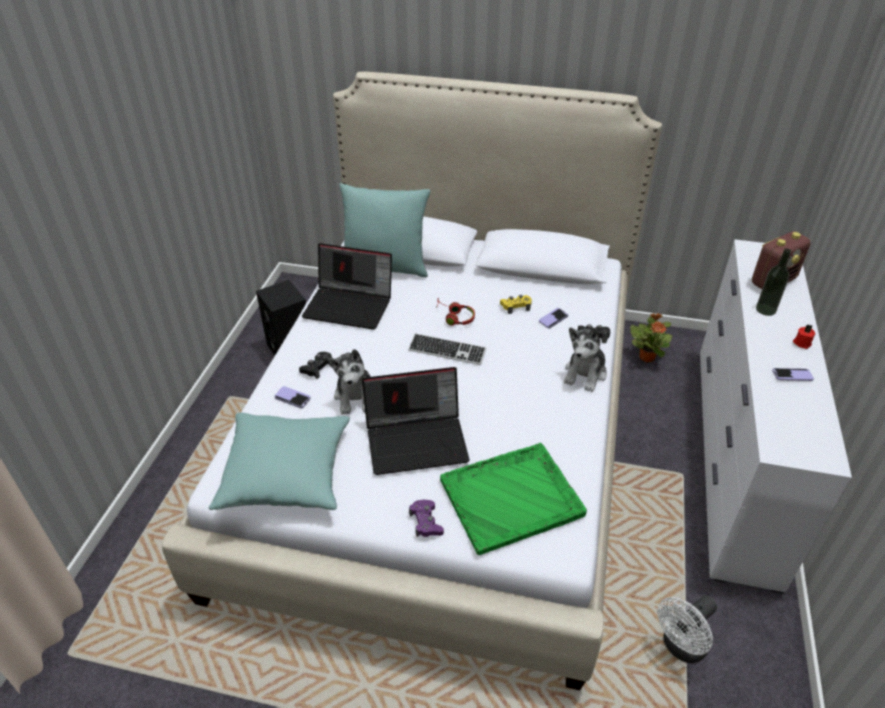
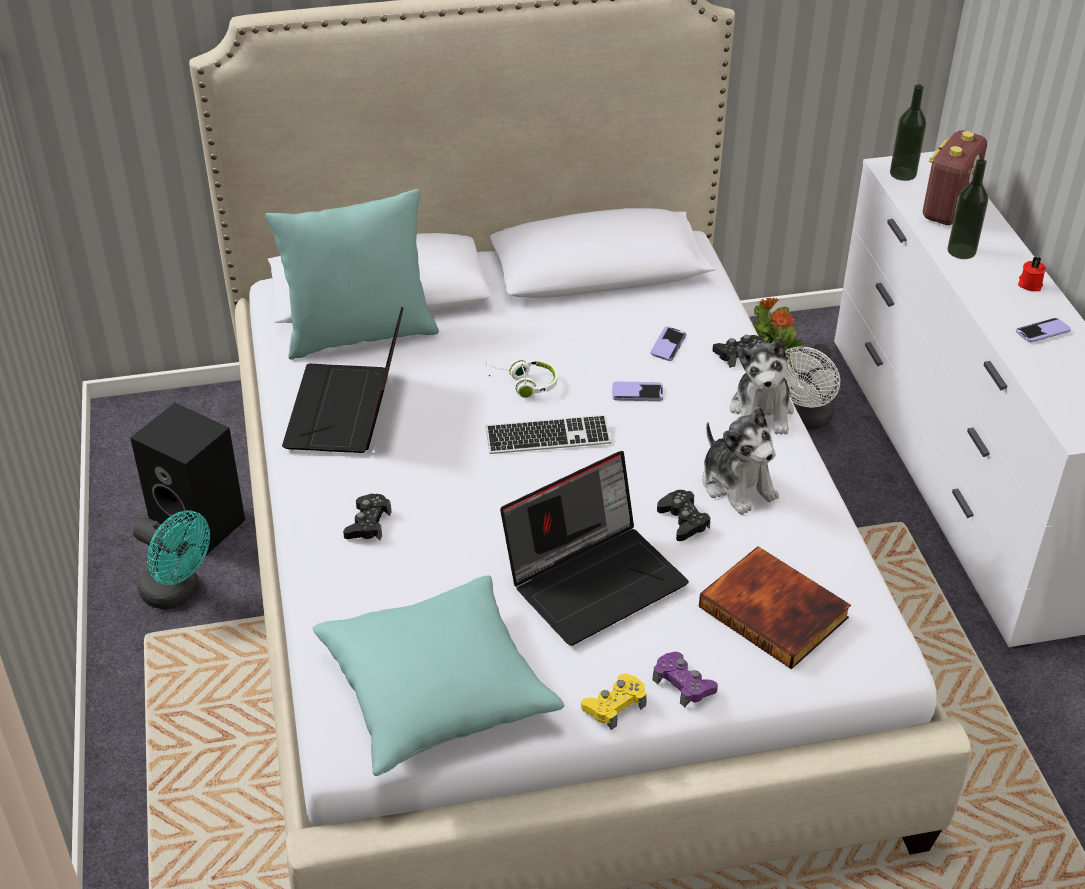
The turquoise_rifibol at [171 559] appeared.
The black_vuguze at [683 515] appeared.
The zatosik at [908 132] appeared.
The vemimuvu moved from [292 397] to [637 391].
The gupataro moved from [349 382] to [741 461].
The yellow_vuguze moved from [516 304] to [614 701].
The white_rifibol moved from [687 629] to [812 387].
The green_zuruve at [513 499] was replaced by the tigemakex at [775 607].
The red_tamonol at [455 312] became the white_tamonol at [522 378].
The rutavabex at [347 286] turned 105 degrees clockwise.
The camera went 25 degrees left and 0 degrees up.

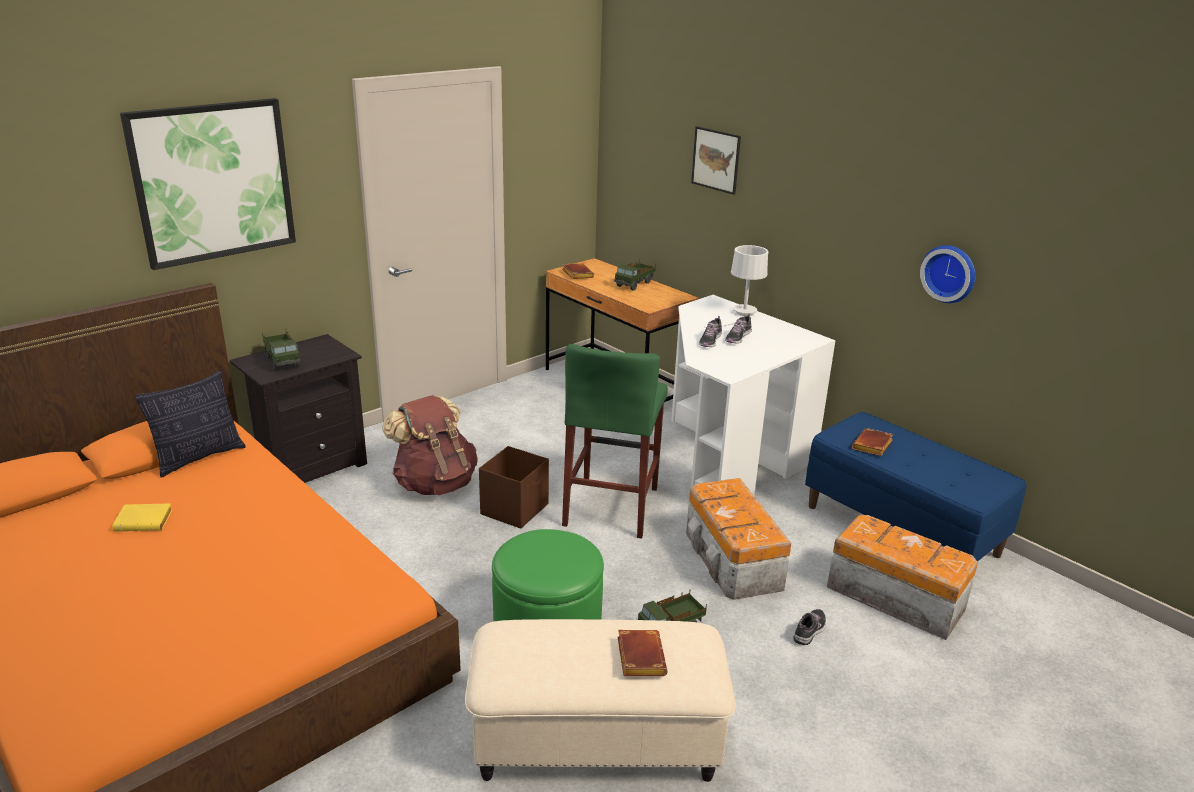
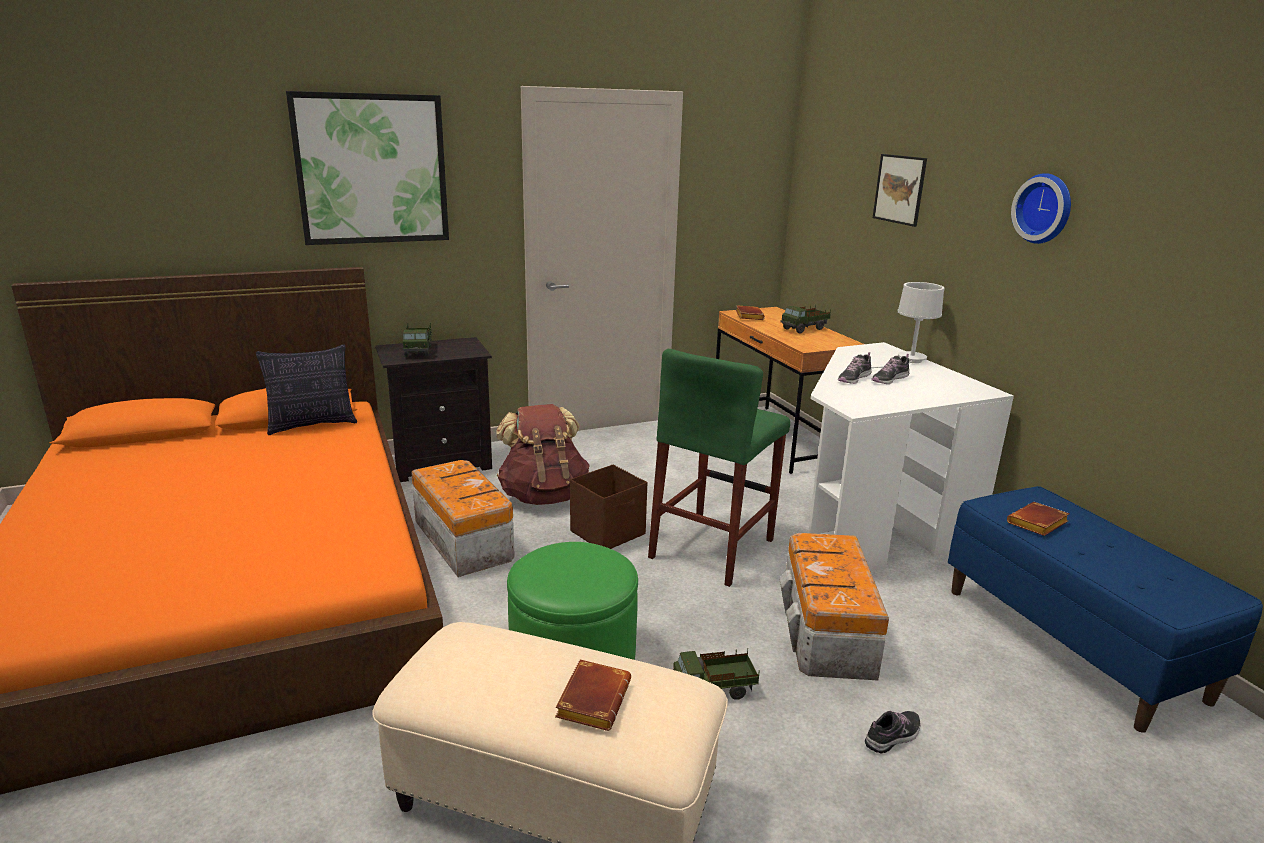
The yellow_tigemakex at [142 517] disappeared.
The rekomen moved from [902 577] to [463 518].
The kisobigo moved from [947 274] to [1041 208].
The camera went 20 degrees right and 5 degrees down.

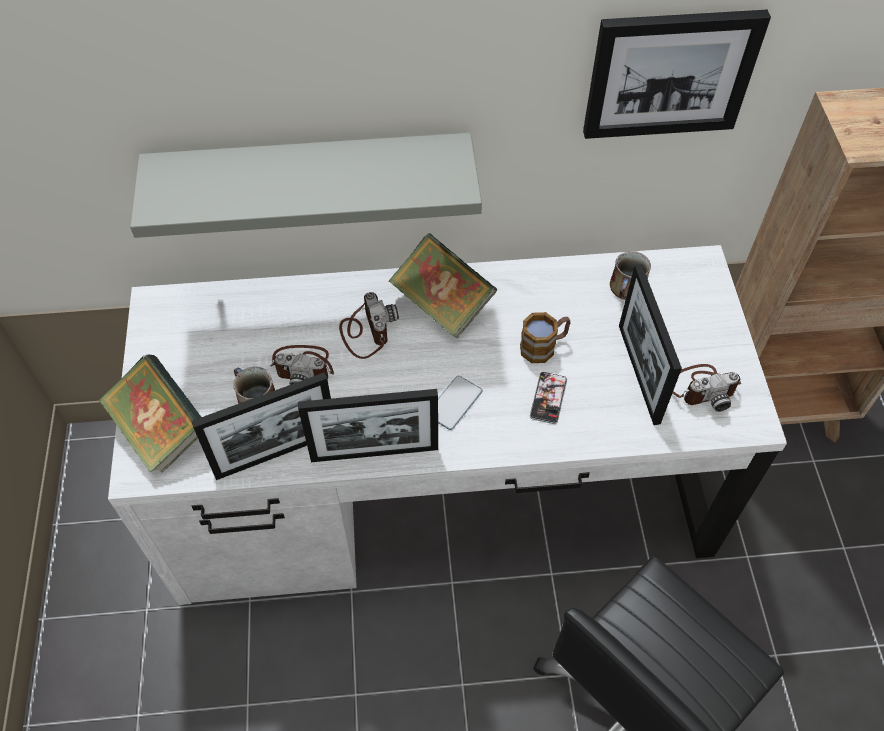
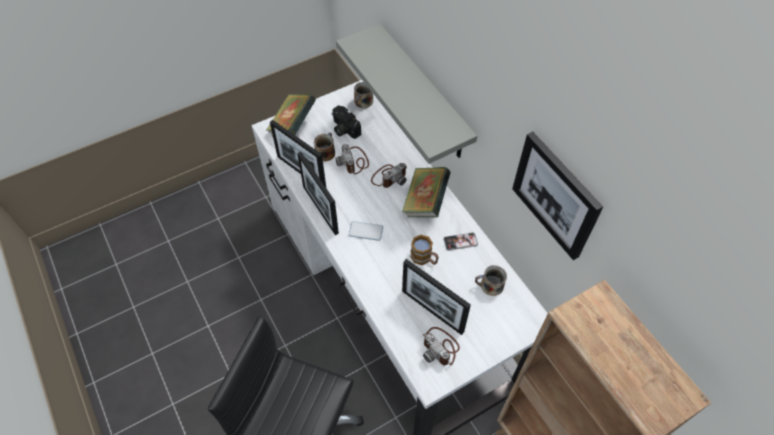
The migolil at [346 122] appeared.
The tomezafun at [363 95] appeared.
The vemimuvu moved from [548 398] to [460 242].
The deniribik at [650 344] turned 105 degrees counterclockwise.
The camera went 65 degrees right and 0 degrees up.

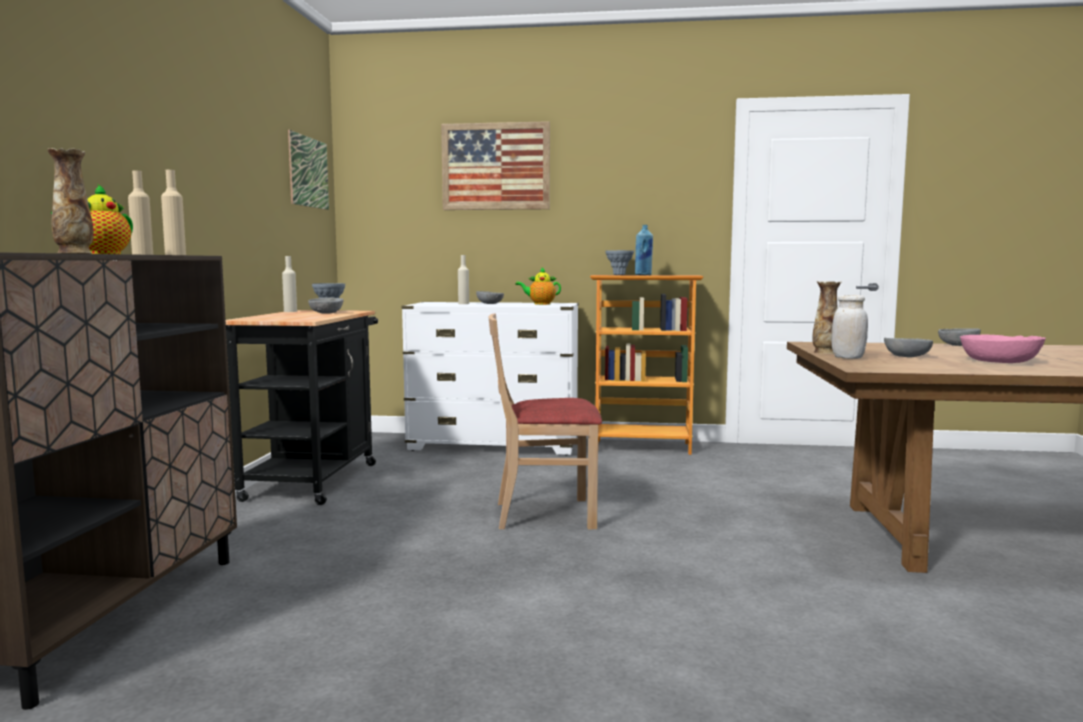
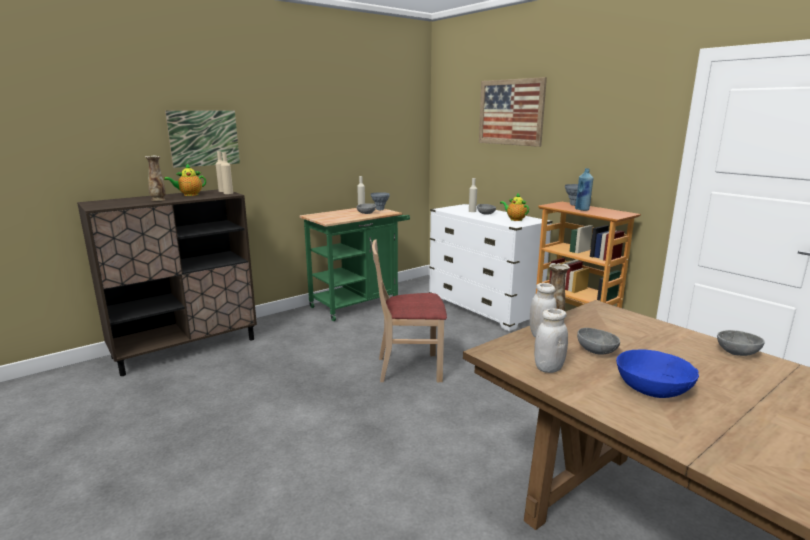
The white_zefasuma at [551 340] appeared.
The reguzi moved from [308 170] to [202 139].
The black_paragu at [302 407] became the green_paragu at [354 264].
The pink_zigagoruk at [1003 349] became the blue_zigagoruk at [657 374].
The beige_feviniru at [545 421] turned 45 degrees counterclockwise.
The camera went 45 degrees right and 10 degrees up.

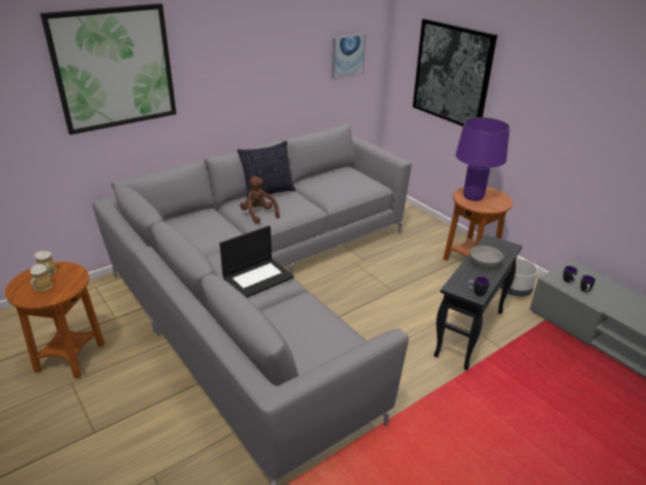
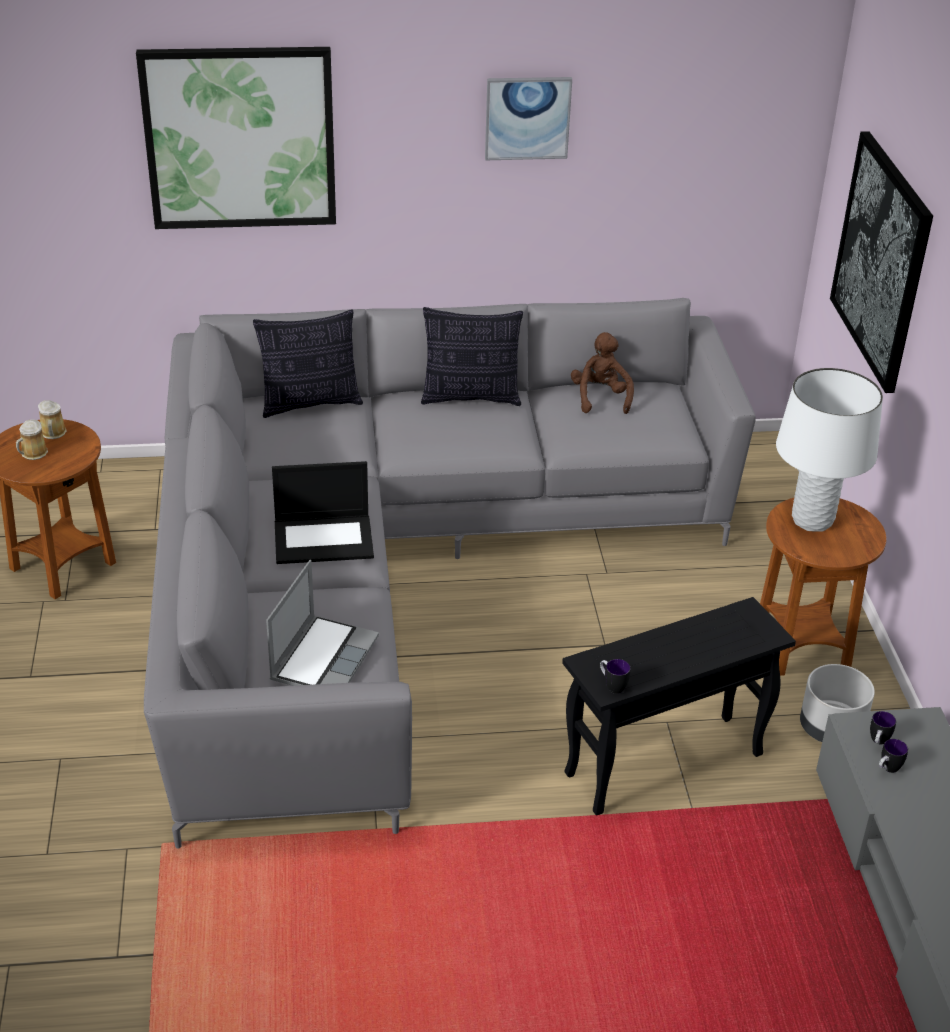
The grey_zigagoruk at [486 256] disappeared.
The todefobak at [308 364] appeared.
The rutavabex at [322 623] appeared.
The brown_gupataro moved from [260 200] to [602 373].
The reguzi moved from [349 56] to [528 118].
The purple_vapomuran at [483 159] became the white_vapomuran at [829 450].
The camera went 30 degrees right and 5 degrees up.

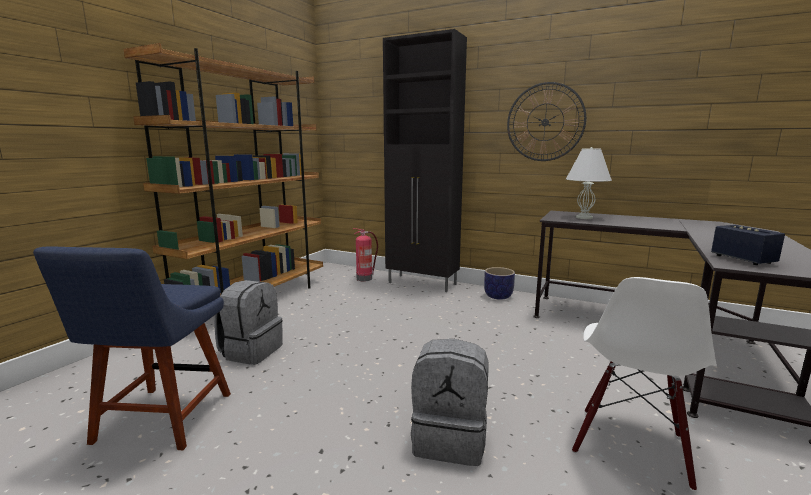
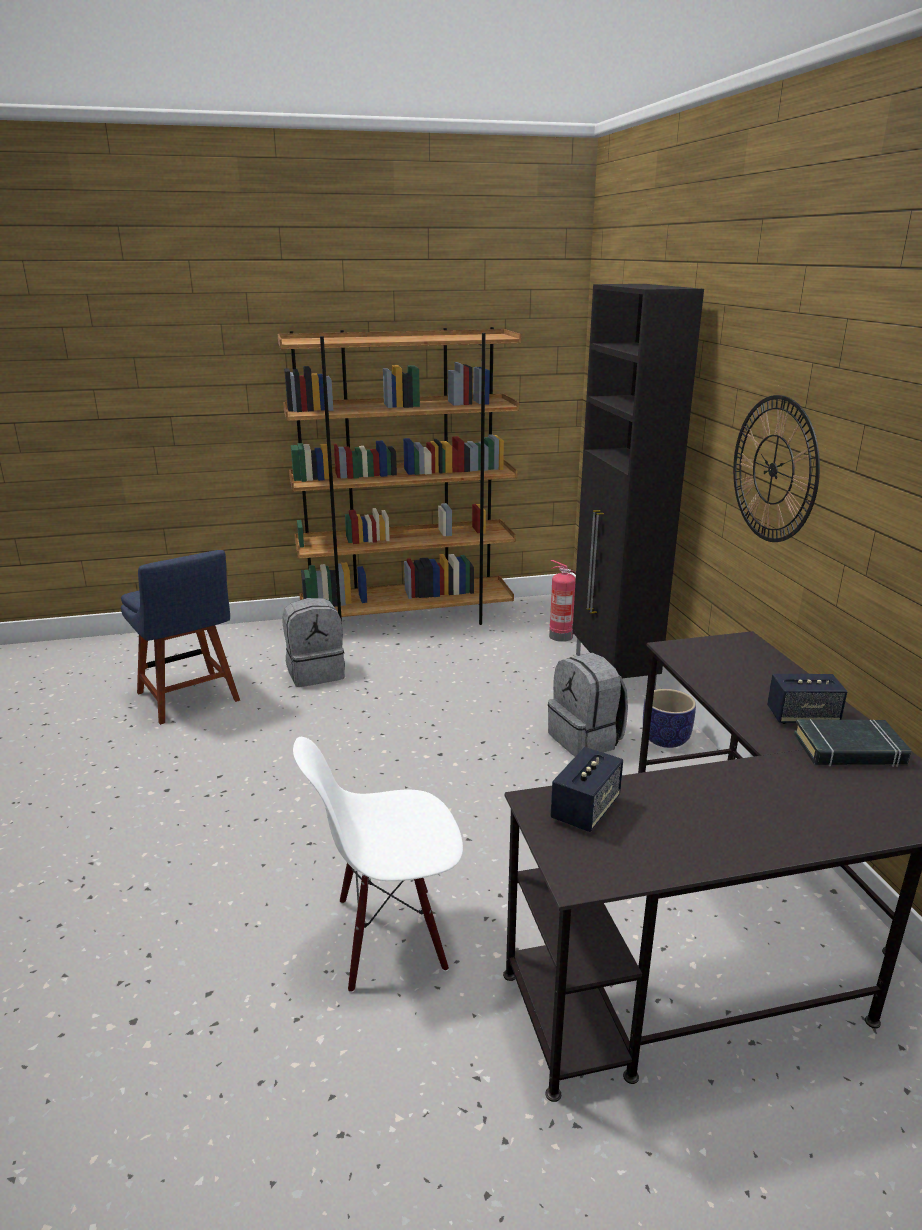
The white_vapomuran at [589 183] disappeared.
The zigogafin at [807 699] appeared.
The black_tigemakex at [852 743] appeared.
The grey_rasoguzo moved from [449 402] to [588 704].
The blue_feviniru at [132 348] turned 90 degrees counterclockwise.
The camera went 50 degrees right and 10 degrees up.

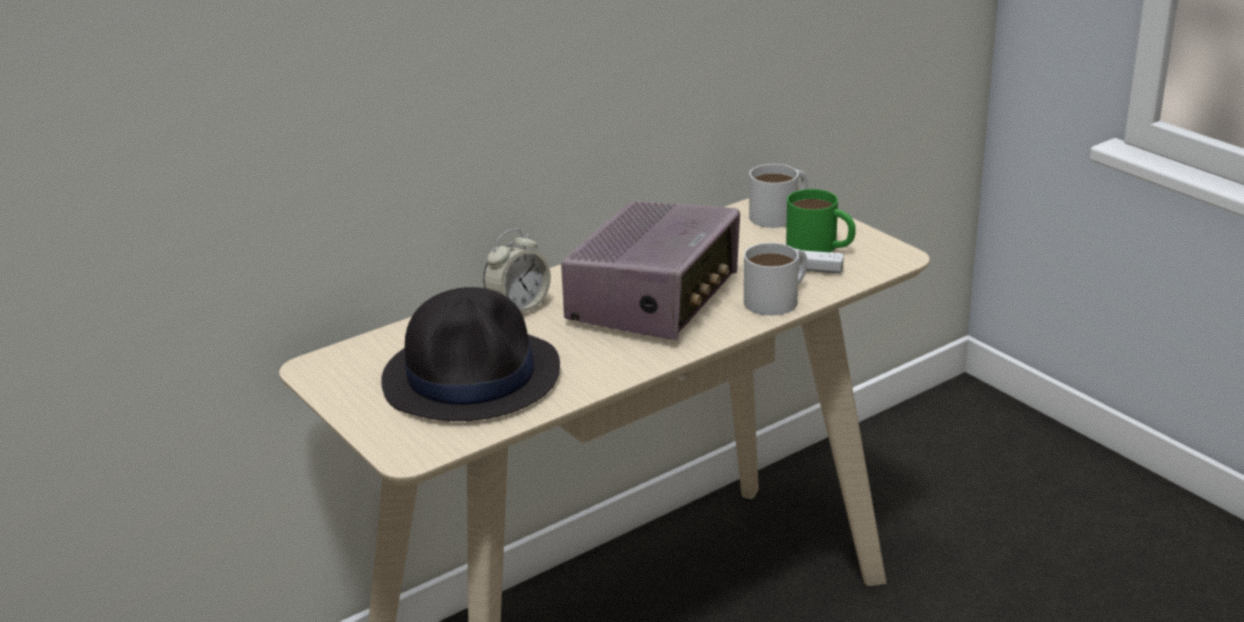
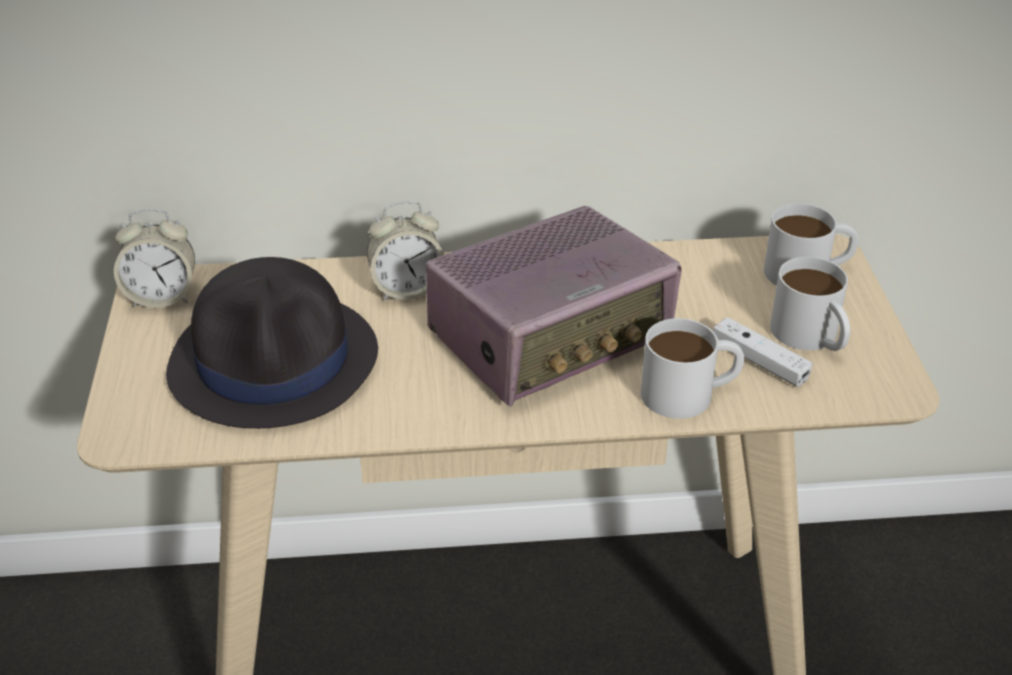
The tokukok at [154 258] appeared.
The green_tomezafun at [821 220] became the white_tomezafun at [810 304].
The camera went 30 degrees right and 10 degrees up.

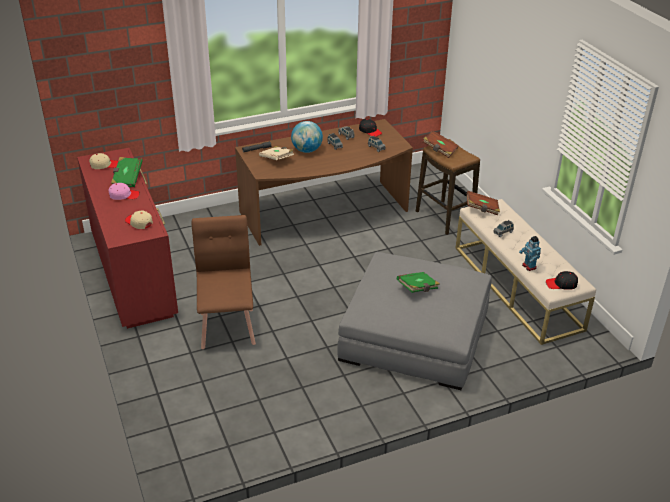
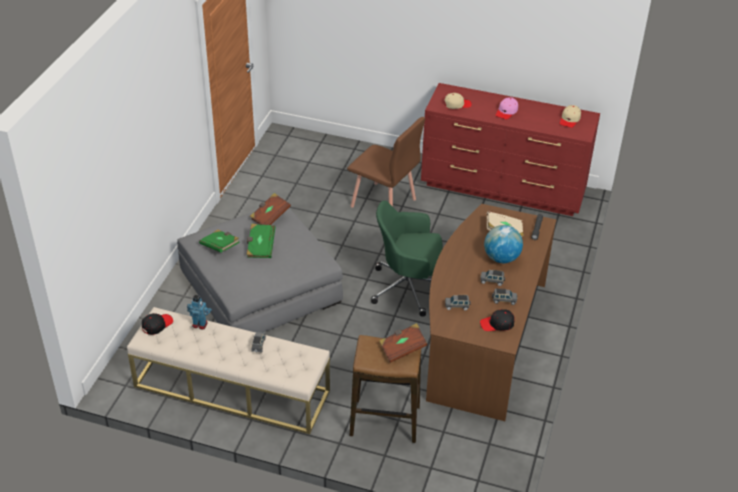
The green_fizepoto at [407 258] appeared.
The green_tigemakex moved from [127 172] to [219 241].
The brown_tigemakex moved from [483 203] to [270 209].
The camera went 130 degrees right and 5 degrees up.

